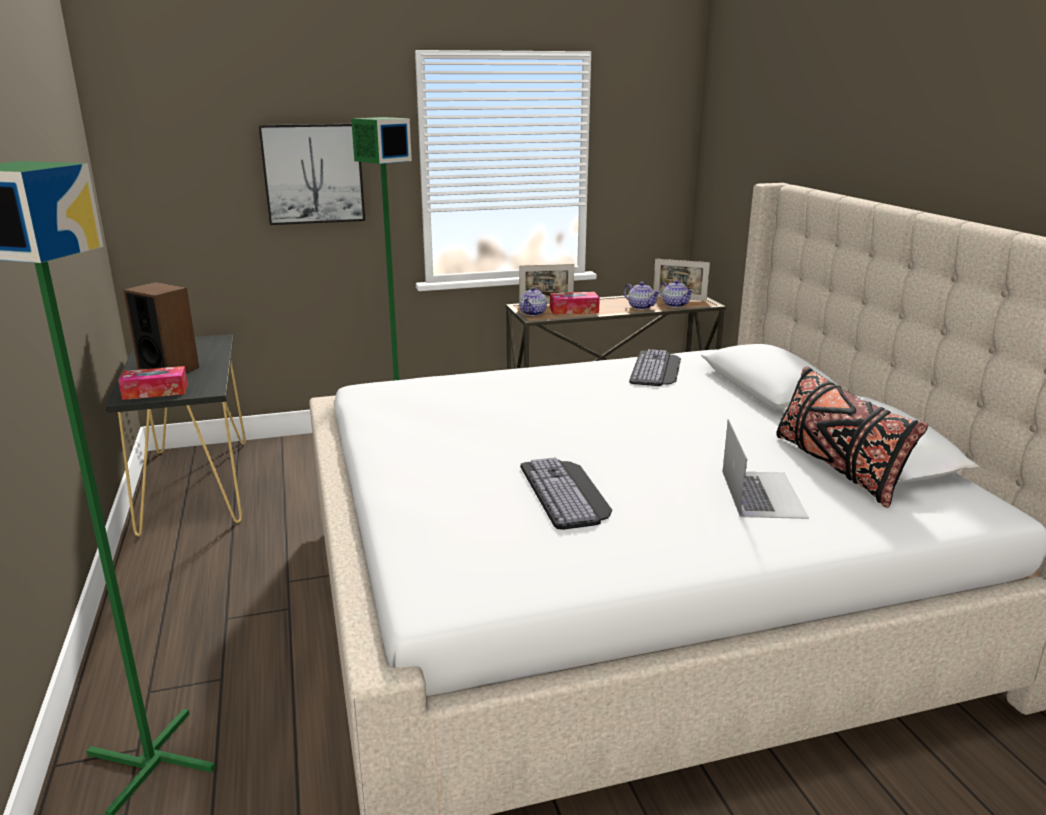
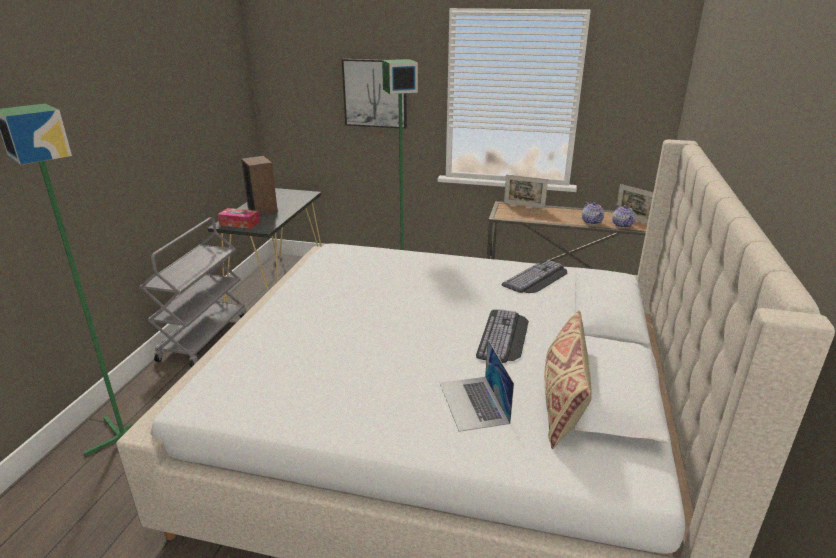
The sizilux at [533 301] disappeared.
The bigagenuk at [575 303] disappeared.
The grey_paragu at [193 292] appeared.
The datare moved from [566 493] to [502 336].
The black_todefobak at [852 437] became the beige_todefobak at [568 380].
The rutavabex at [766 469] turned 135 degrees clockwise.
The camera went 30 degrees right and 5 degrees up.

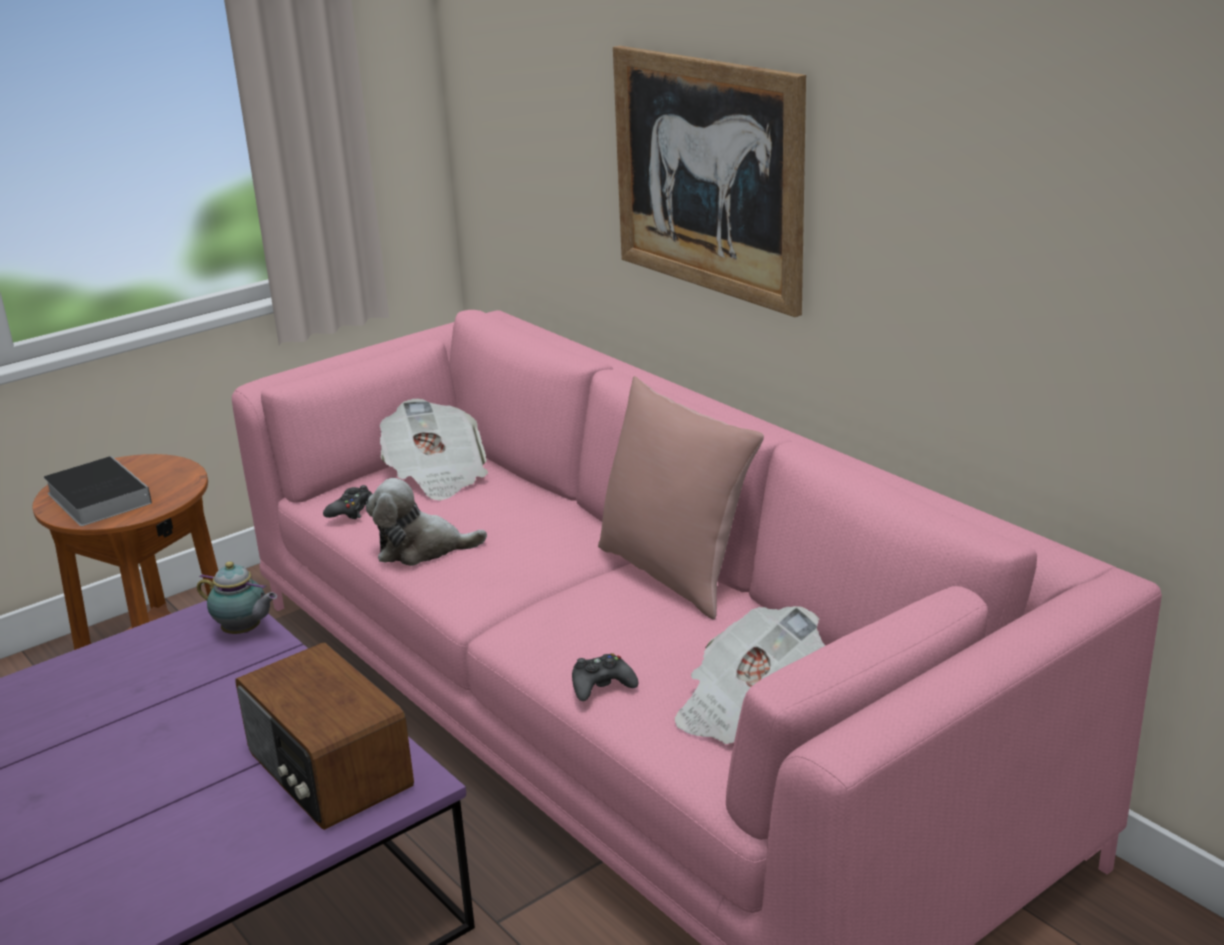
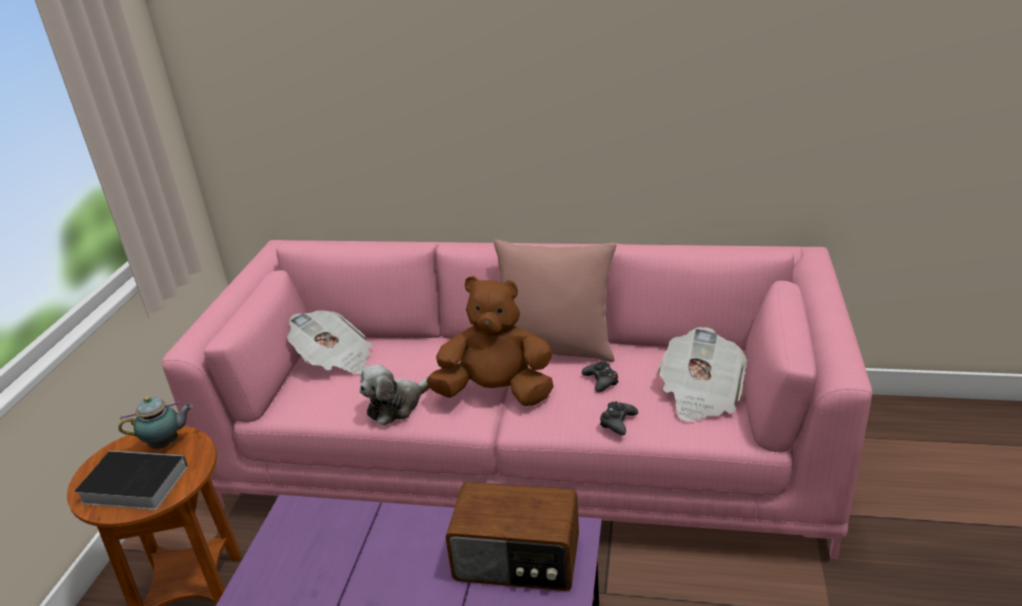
The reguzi at [709 181] disappeared.
The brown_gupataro at [490 341] appeared.
The sizilux moved from [237 597] to [155 422].
The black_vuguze moved from [347 502] to [600 376].
The camera went 40 degrees left and 5 degrees up.

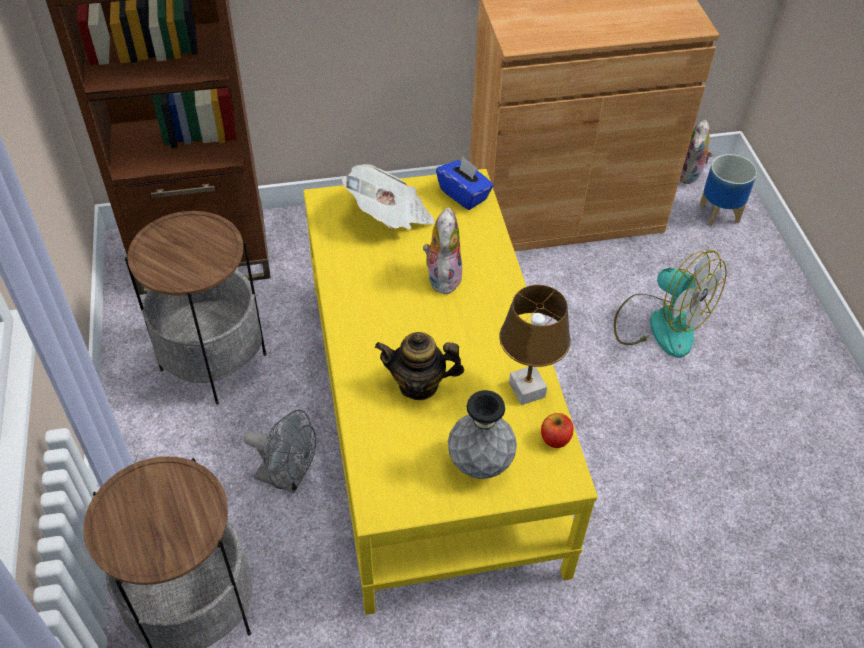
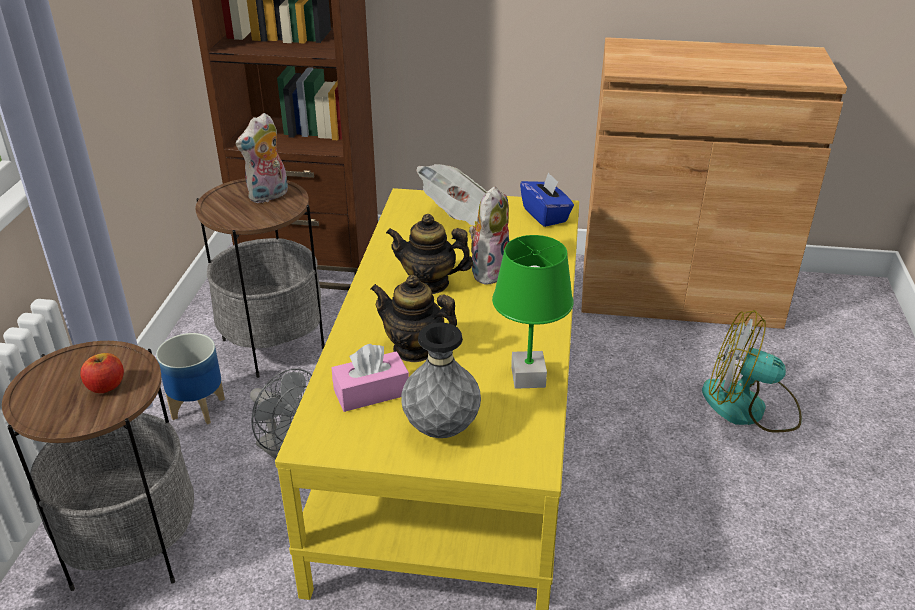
The pink_bigagenuk at [370 378] appeared.
The sizilux at [429 254] appeared.
The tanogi moved from [557 430] to [102 373].
The gupataro moved from [696 151] to [262 158].
The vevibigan moved from [728 190] to [190 379].
The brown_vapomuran at [535 345] became the green_vapomuran at [533 312].
The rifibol at [670 304] turned 135 degrees clockwise.
The camera went 20 degrees right and 15 degrees down.

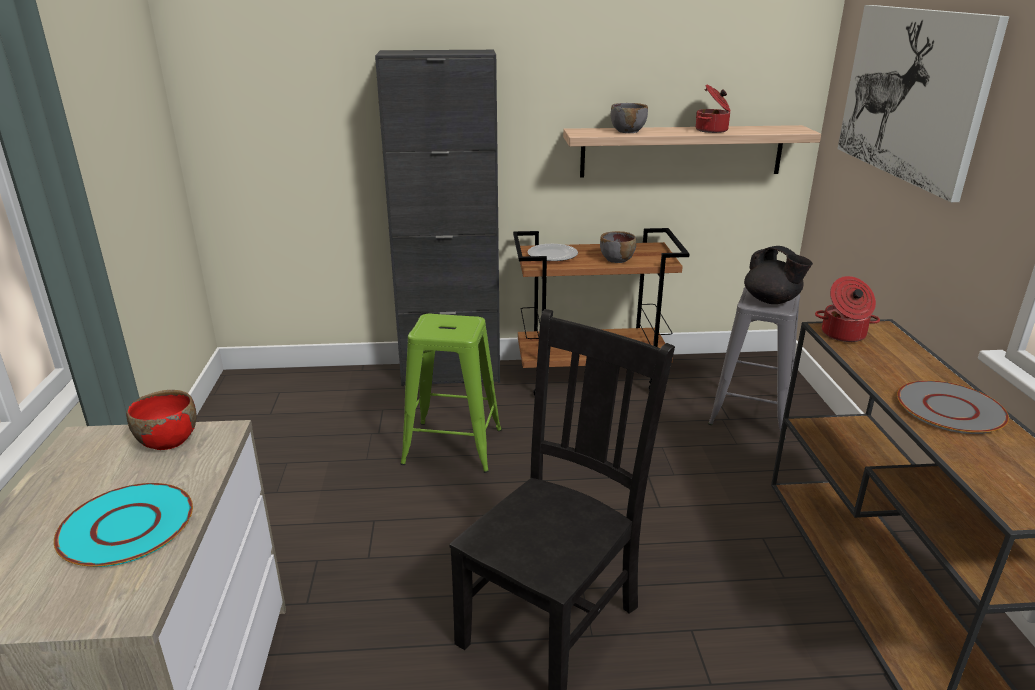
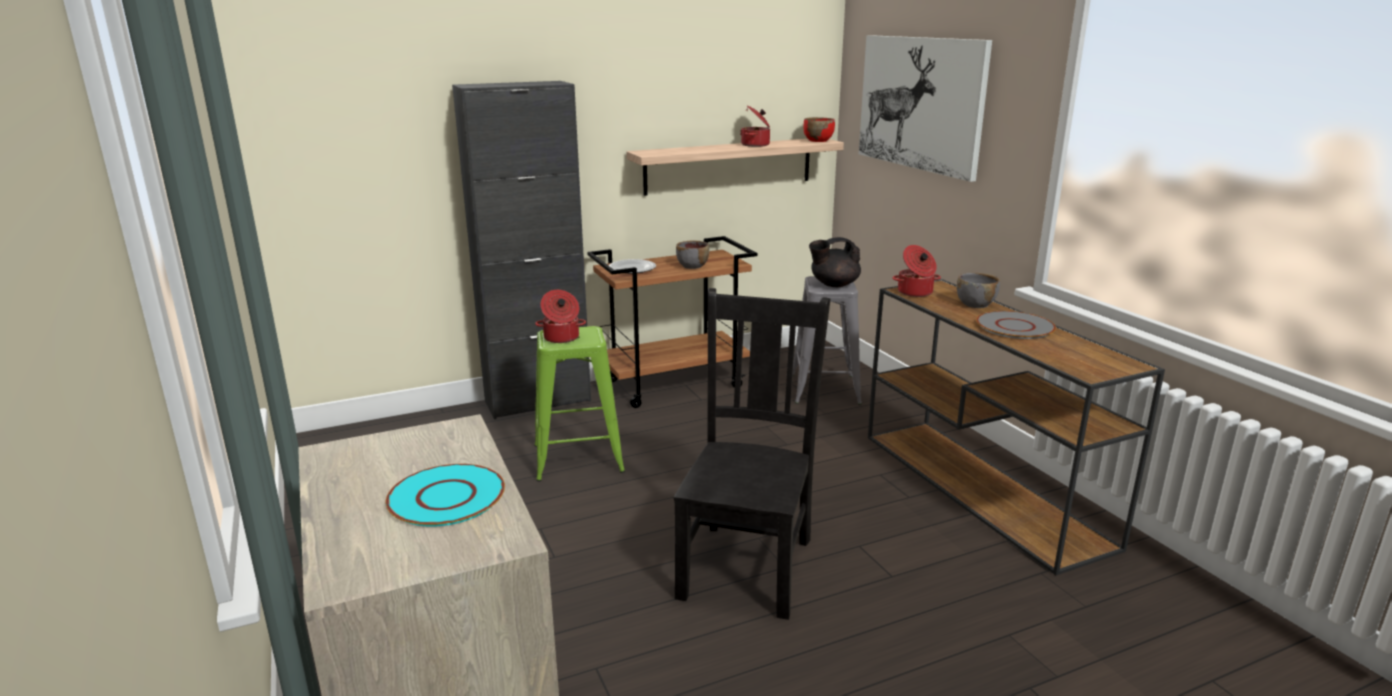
The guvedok at [560 316] appeared.
The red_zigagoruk moved from [161 420] to [819 129].
The grey_zigagoruk moved from [629 118] to [978 290].
The black_sizilux at [778 275] turned 135 degrees clockwise.
The camera went 20 degrees left and 5 degrees down.

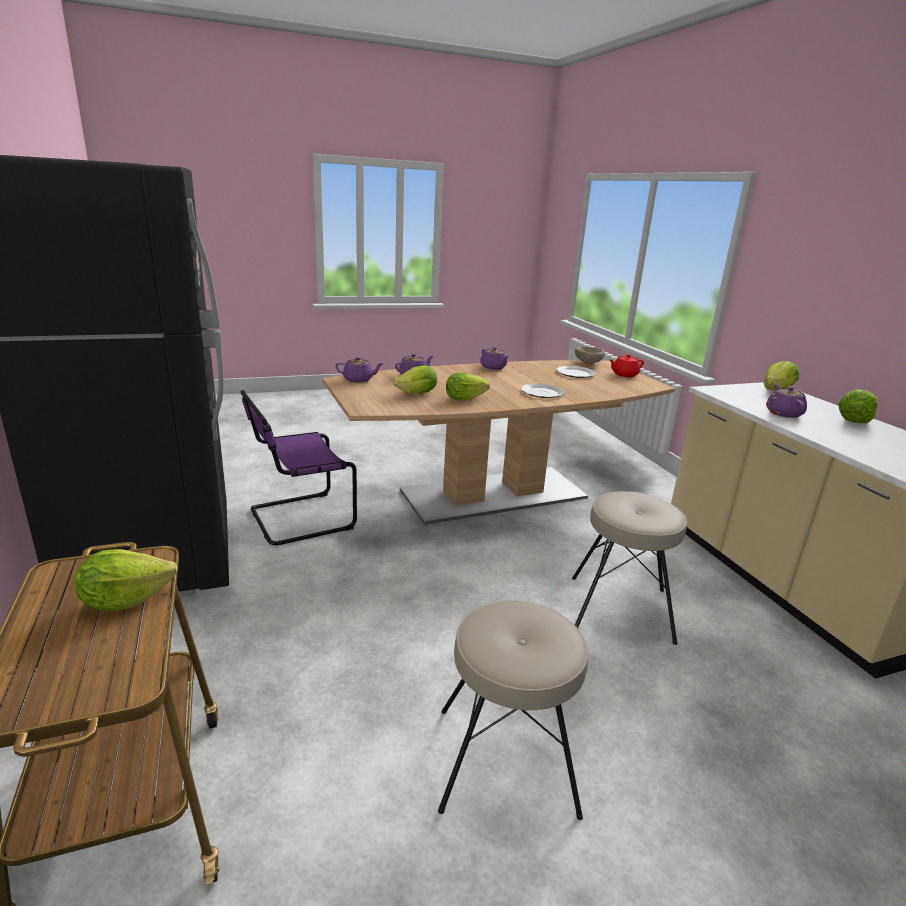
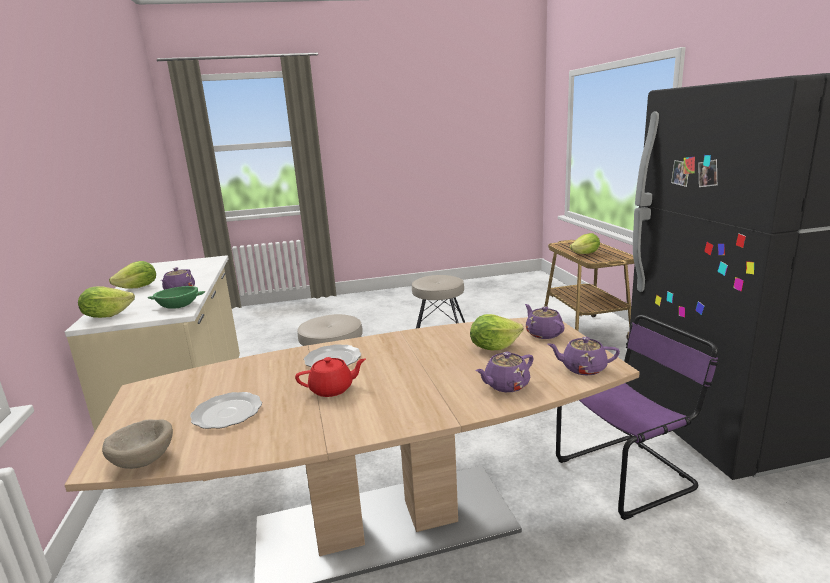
The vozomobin at [468 386] disappeared.
The green_zigagoruk at [176 297] appeared.
The purple_sizilux moved from [494 358] to [545 321].
The red_sizilux moved from [627 365] to [330 377].
The camera went 170 degrees left and 5 degrees down.

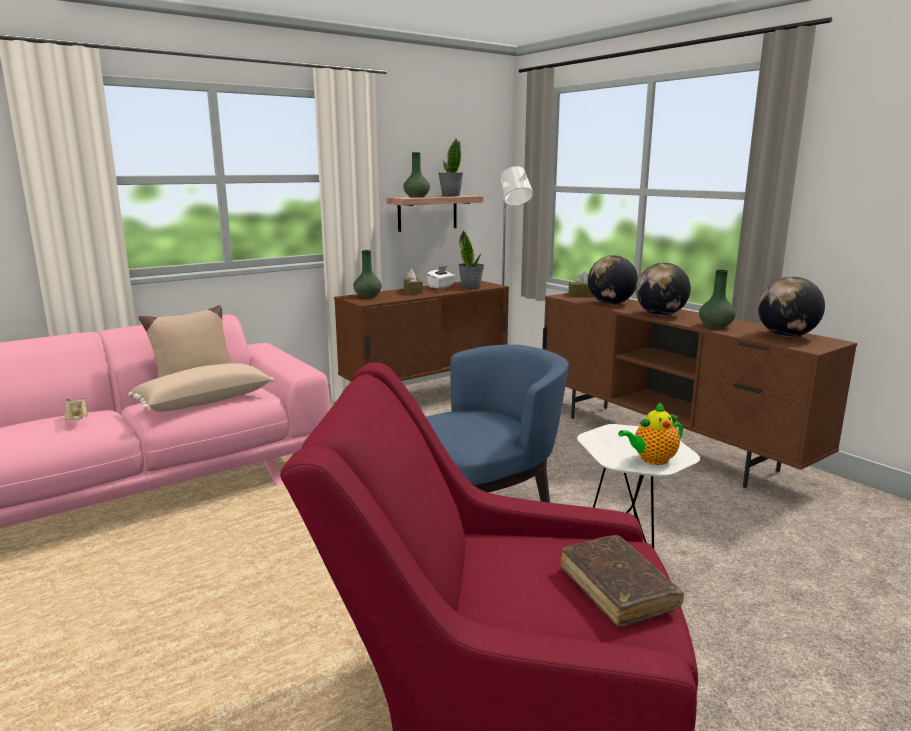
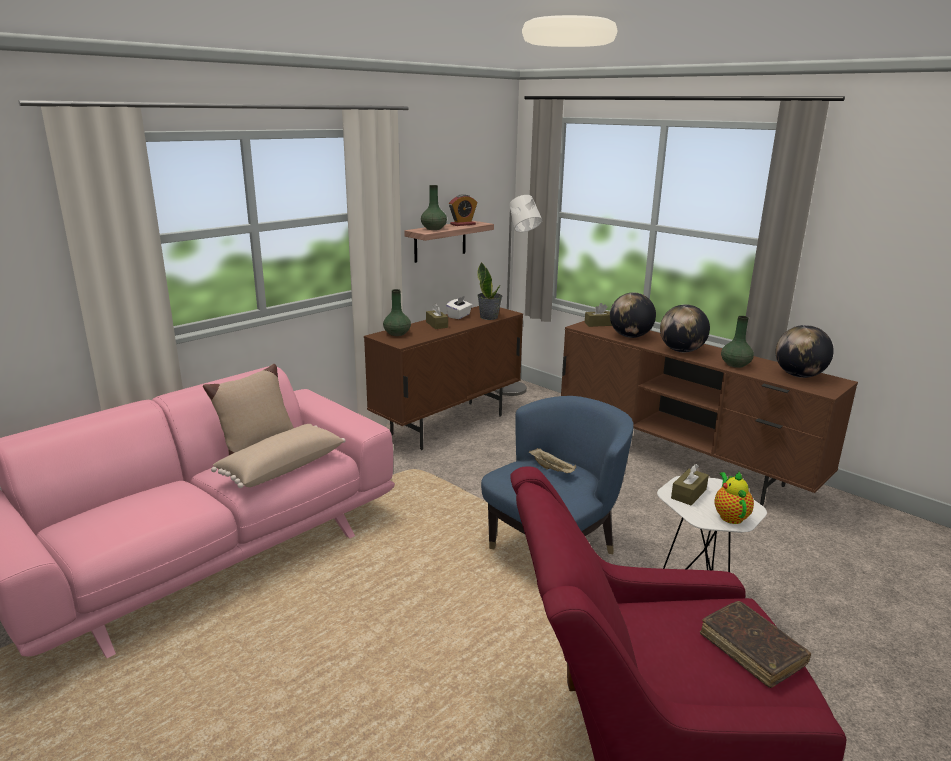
The brown_bigagenuk at [690 484] appeared.
The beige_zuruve moved from [76 409] to [552 460].
The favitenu at [451 167] was replaced by the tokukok at [463 210].
The sizilux at [650 433] turned 120 degrees clockwise.
The camera went 10 degrees left and 5 degrees up.

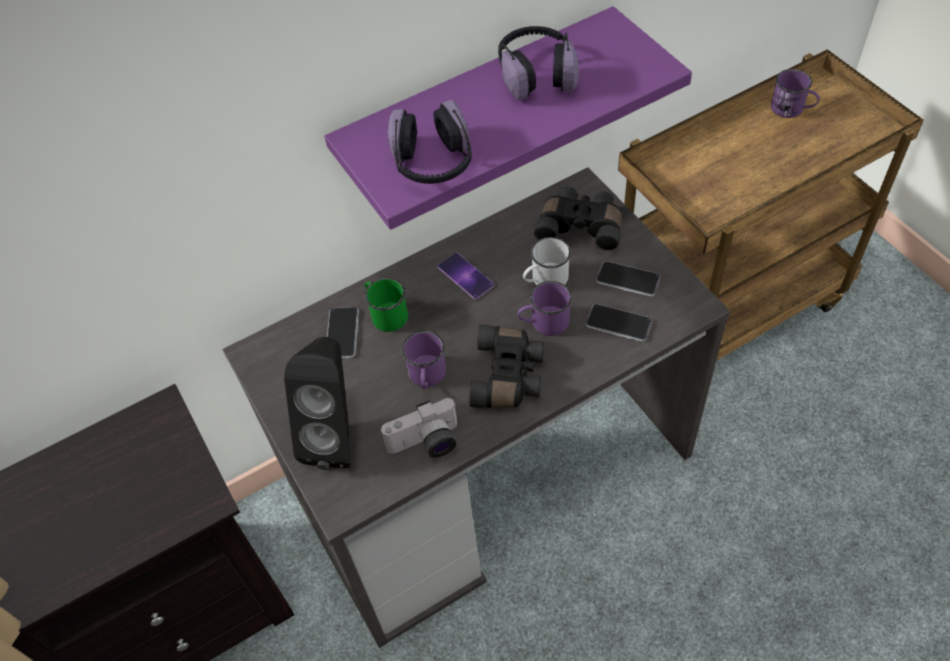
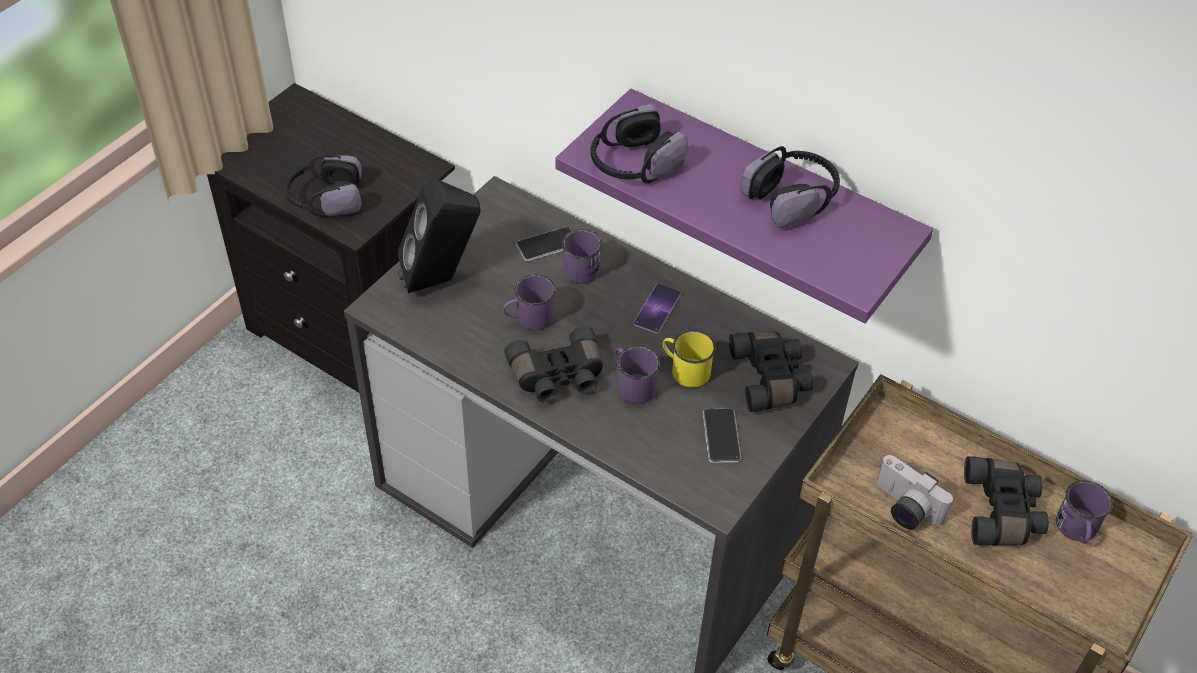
The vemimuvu at [619 323] disappeared.
The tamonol at [323 186] appeared.
The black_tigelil at [1006 500] appeared.
The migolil moved from [419 428] to [915 492].
The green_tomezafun at [386 304] became the purple_tomezafun at [582 257].
The white_tomezafun at [547 261] became the yellow_tomezafun at [689 359].
The camera went 60 degrees right and 5 degrees down.

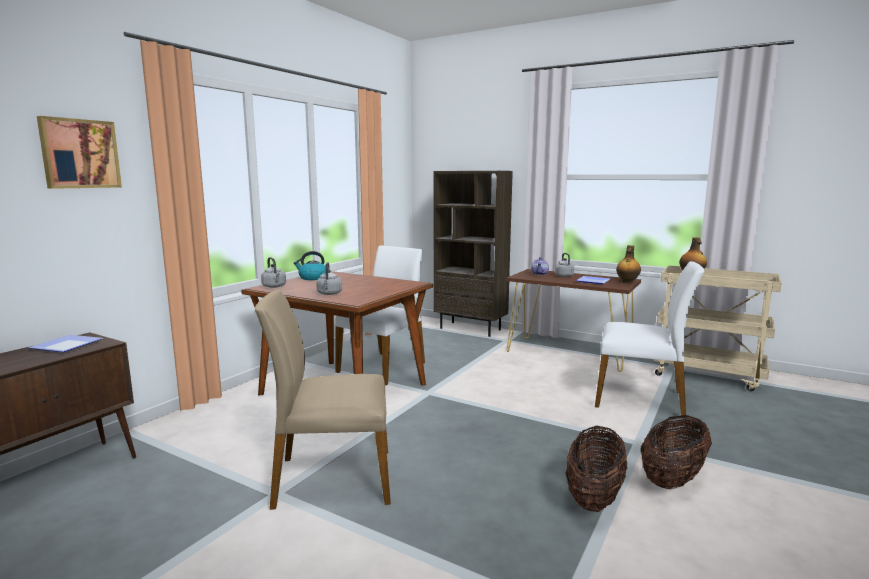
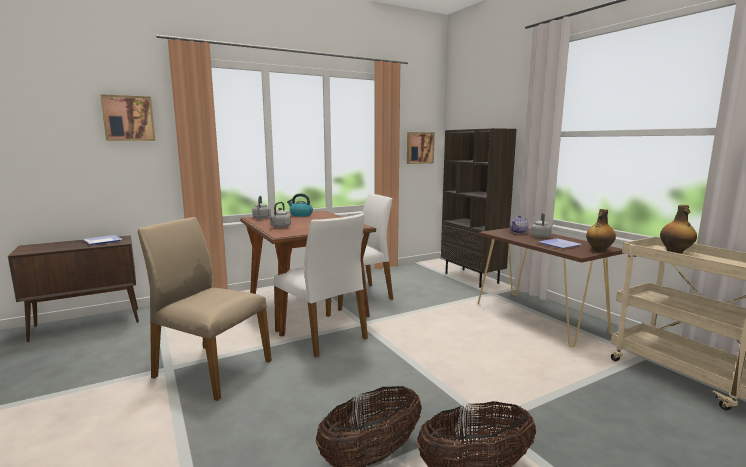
The reguzi at [421 148] appeared.
The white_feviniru moved from [649 340] to [321 285].
The camera went 30 degrees right and 0 degrees up.

